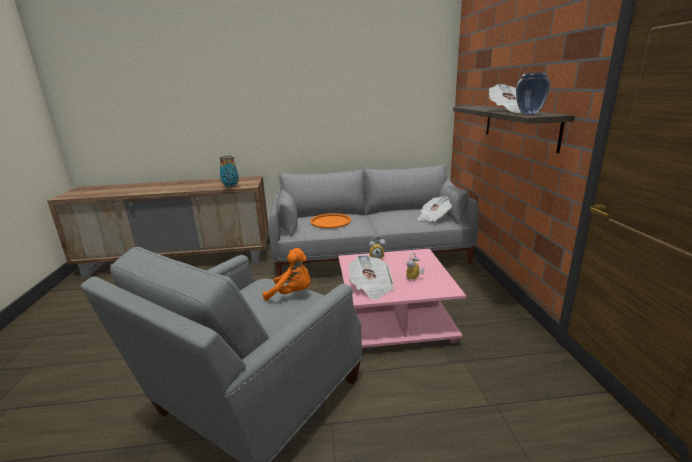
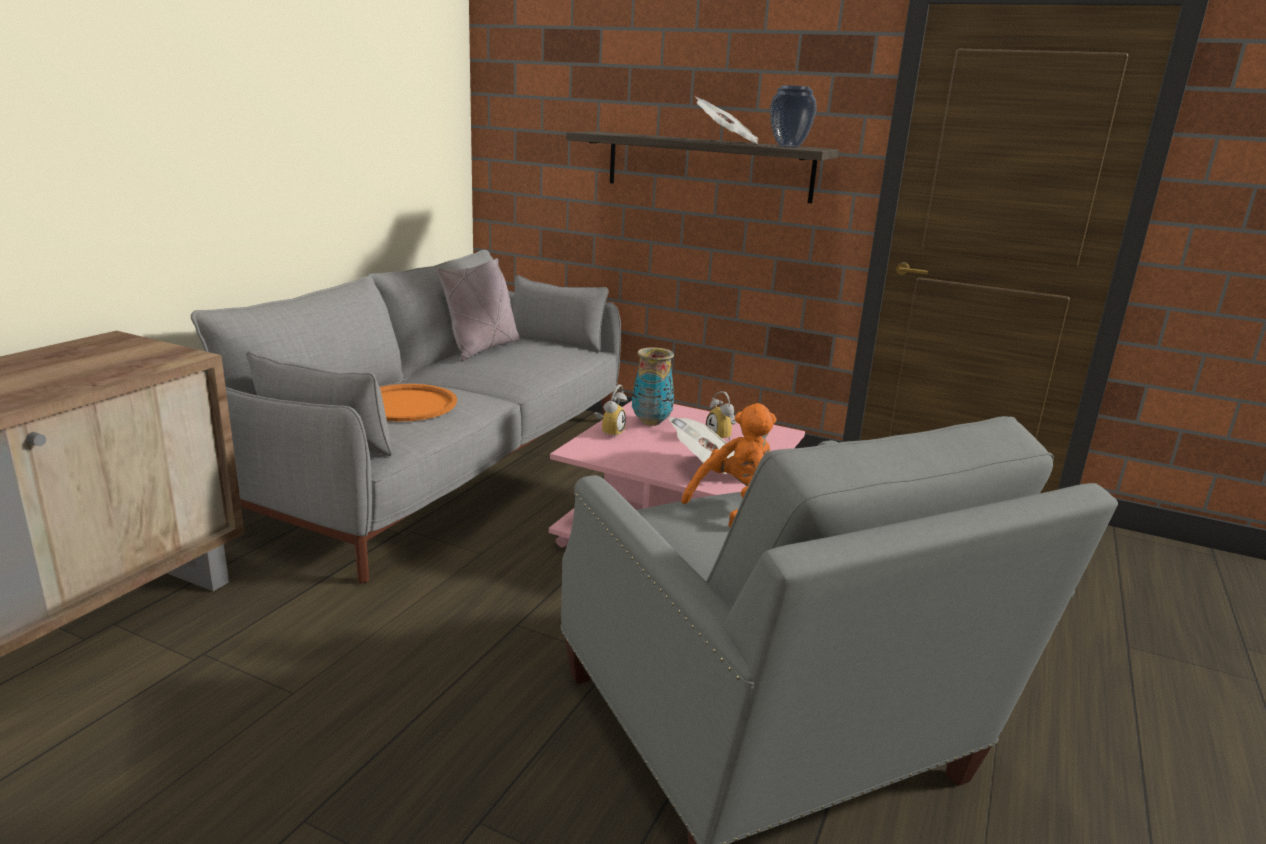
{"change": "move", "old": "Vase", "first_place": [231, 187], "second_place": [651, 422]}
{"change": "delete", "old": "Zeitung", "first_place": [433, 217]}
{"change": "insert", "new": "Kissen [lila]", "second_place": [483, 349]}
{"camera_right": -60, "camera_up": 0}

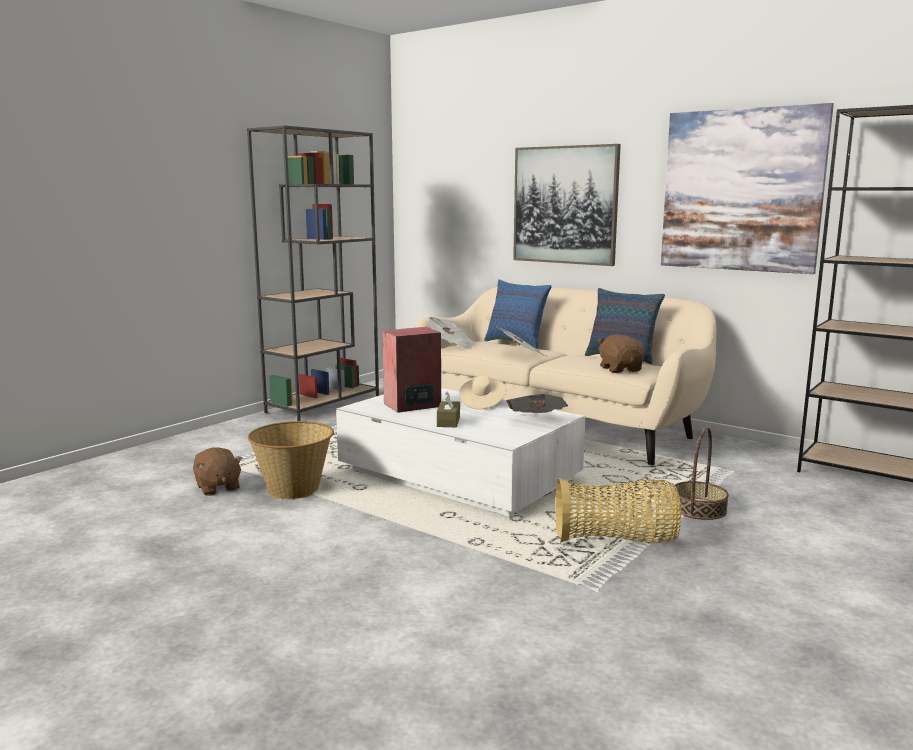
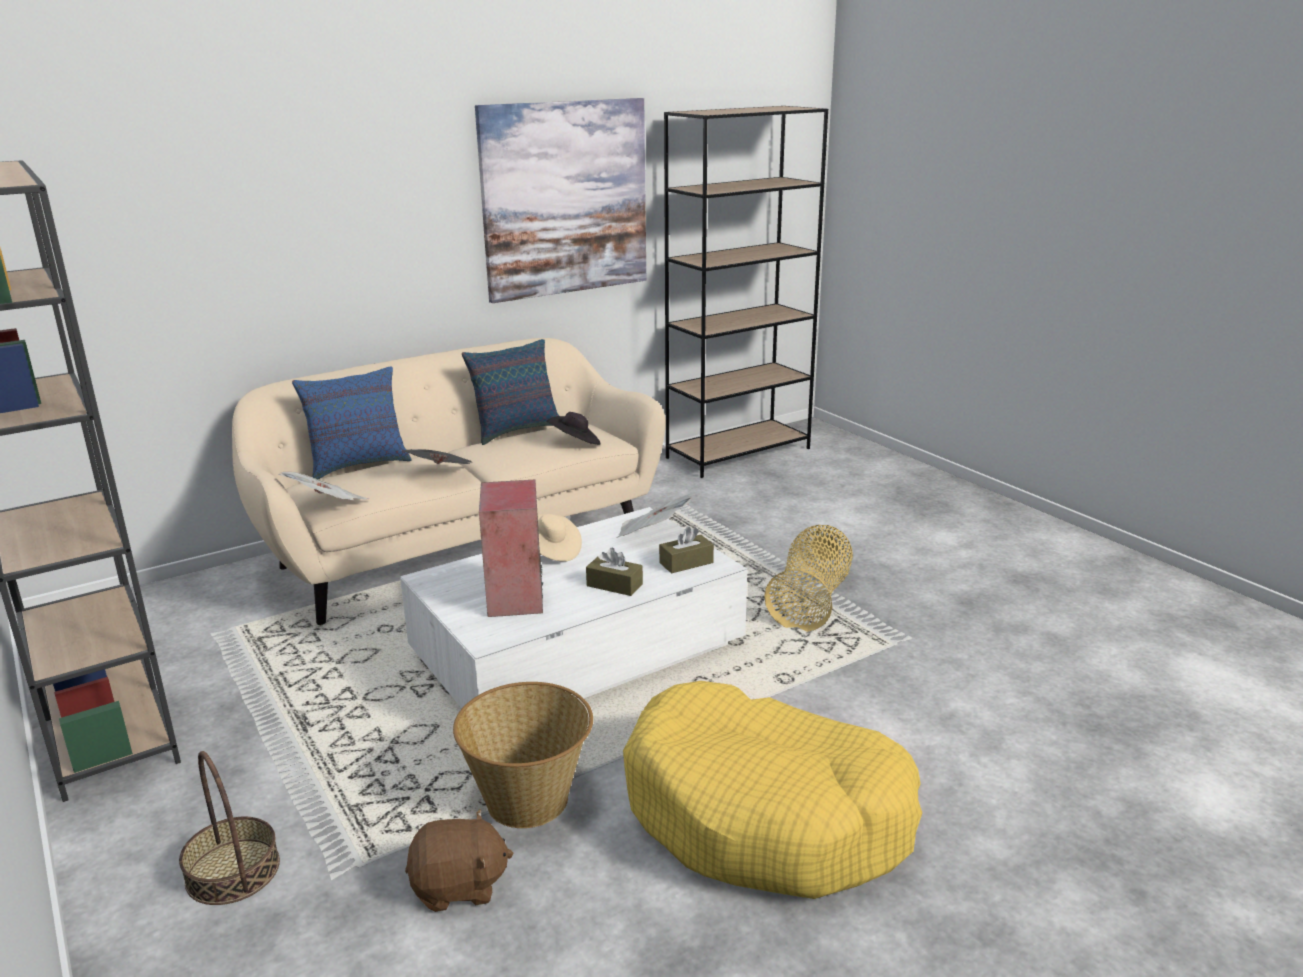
{"change": "delete", "old": "Bild", "first_place": [565, 205]}
{"change": "replace", "old": "Plüschtier [braun]", "new": "Hut [schwarz]", "first_place": [620, 369], "second_place": [575, 443]}
{"change": "move", "old": "Korb", "first_place": [698, 508], "second_place": [232, 871]}
{"change": "insert", "new": "Taschentuchbox [braun]", "second_place": [686, 563]}
{"change": "insert", "new": "Hundebett [gelb]", "second_place": [766, 814]}
{"camera_right": -70, "camera_up": 10}

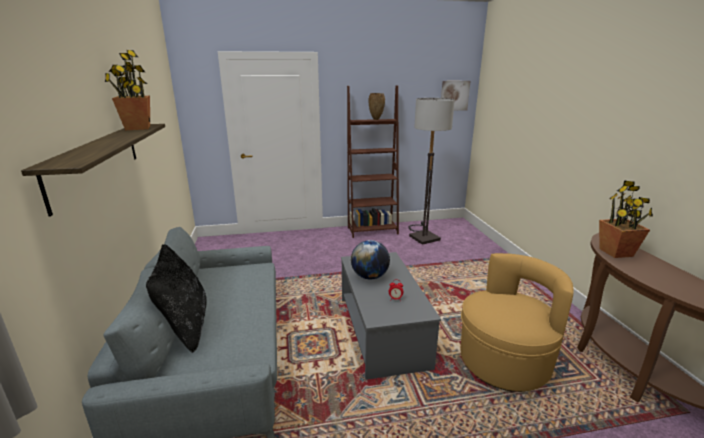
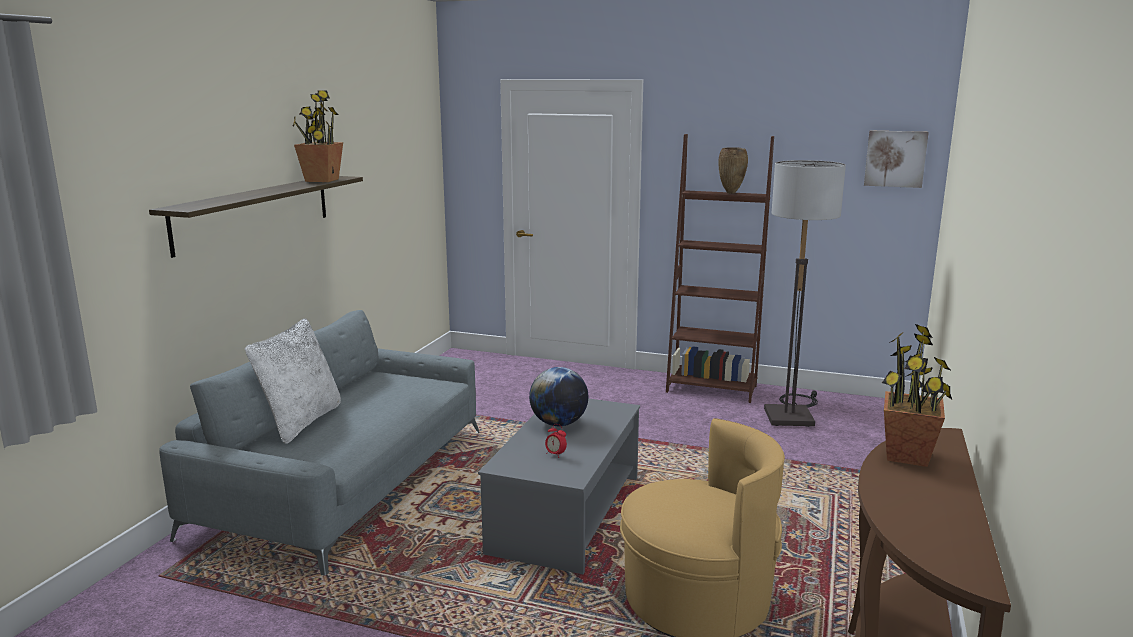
{"change": "recolor", "old": "Kissen [schwarz]", "new": "Kissen [weiß]", "first_place": [186, 328], "second_place": [302, 423]}
{"camera_right": 30, "camera_up": -5}

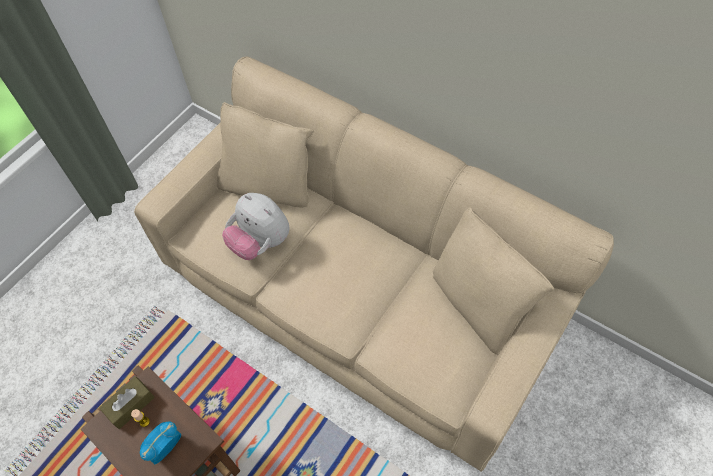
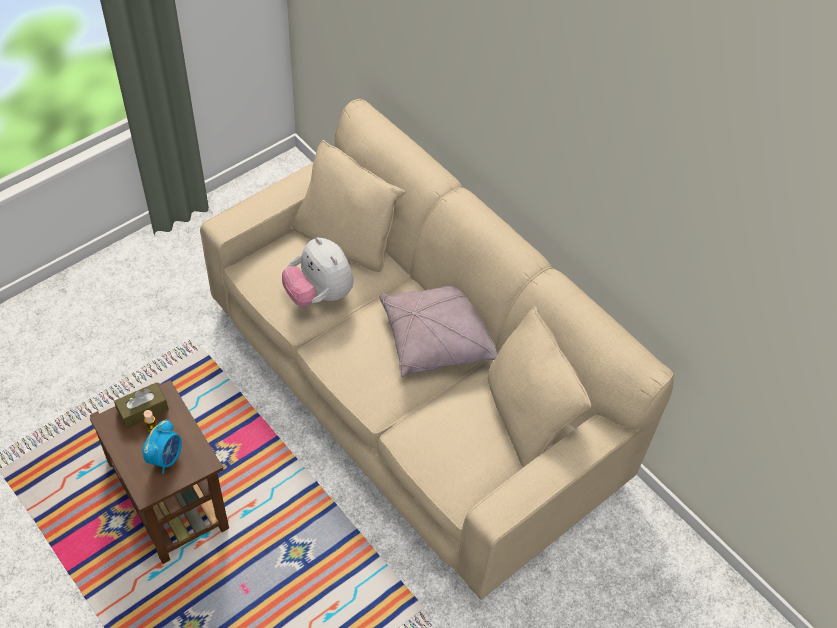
{"change": "rotate", "old": "Wecker", "first_place": [166, 447], "second_place": [166, 458], "degrees": 150}
{"change": "insert", "new": "Kissen [lila]", "second_place": [437, 337]}
{"camera_right": 10, "camera_up": -5}

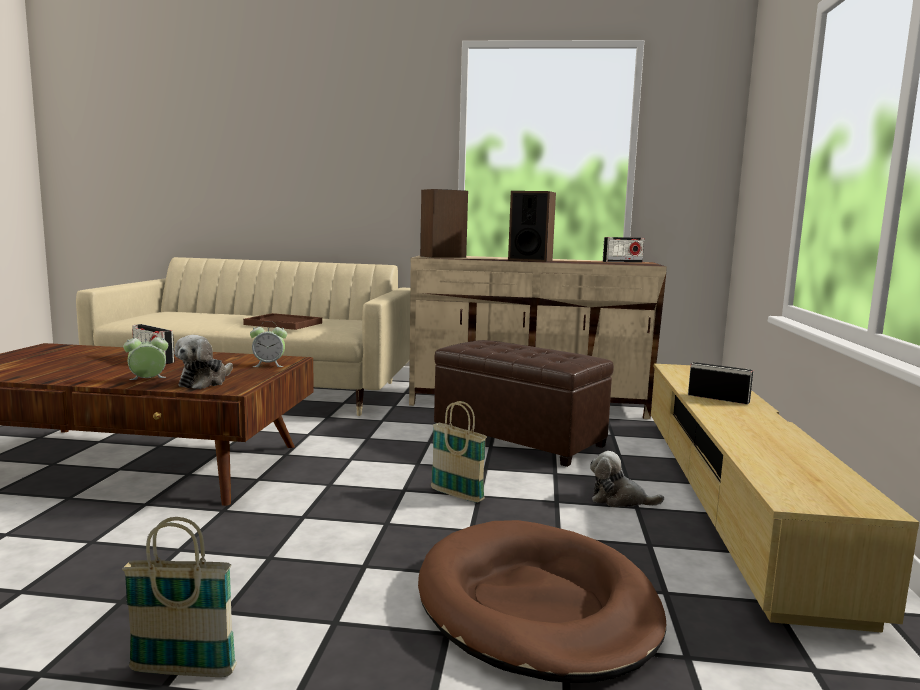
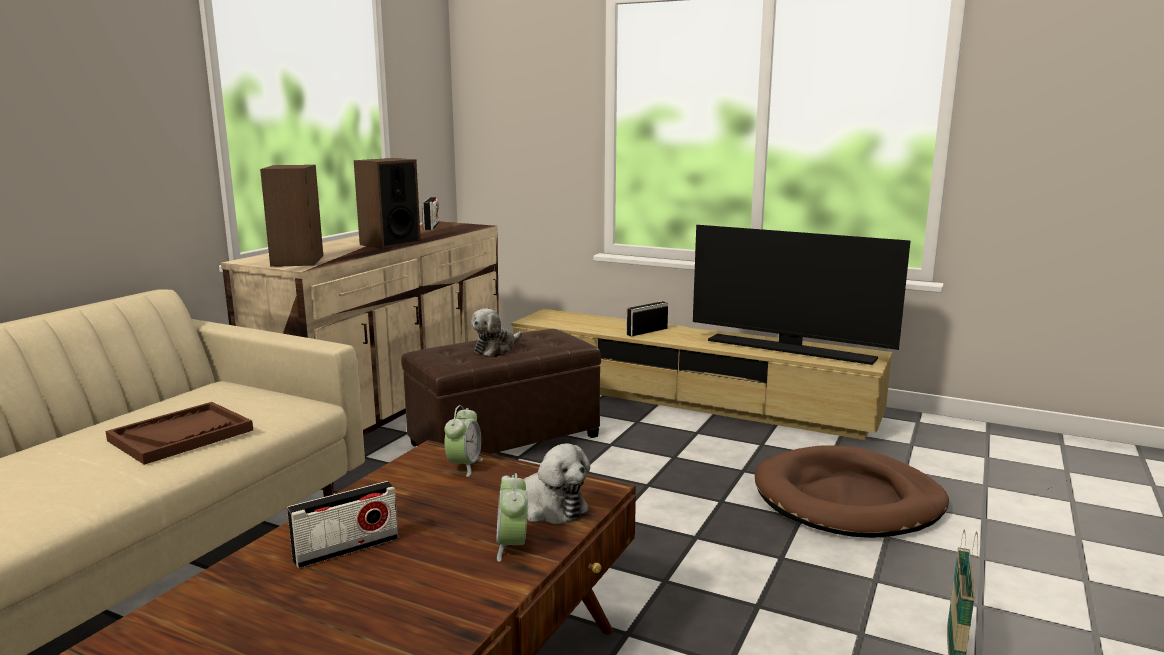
{"change": "delete", "old": "Korb", "first_place": [457, 495]}
{"change": "move", "old": "Plüschtier", "first_place": [619, 500], "second_place": [496, 348]}
{"change": "insert", "new": "Fernseher", "second_place": [791, 349]}
{"camera_right": -70, "camera_up": 5}

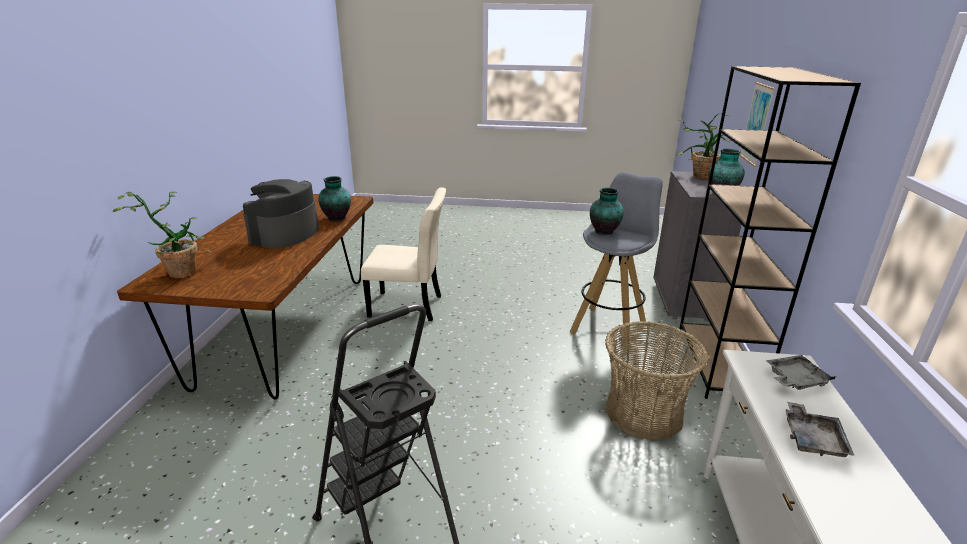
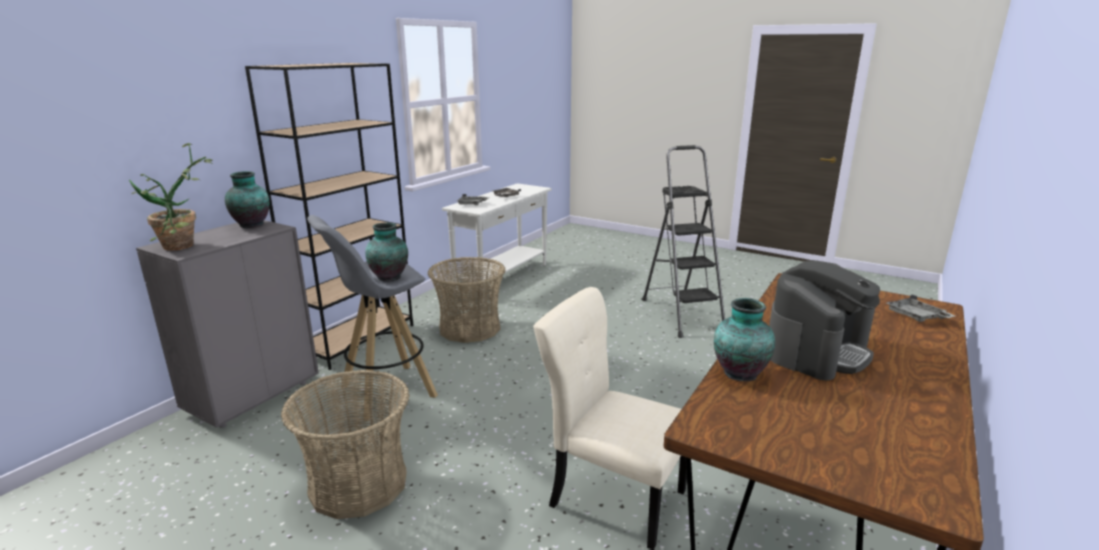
{"change": "delete", "old": "Bild", "first_place": [756, 124]}
{"change": "replace", "old": "Topfpflanze", "new": "Tablett [grau]", "first_place": [181, 270], "second_place": [916, 316]}
{"change": "insert", "new": "Korb", "second_place": [358, 484]}
{"camera_right": -155, "camera_up": -5}

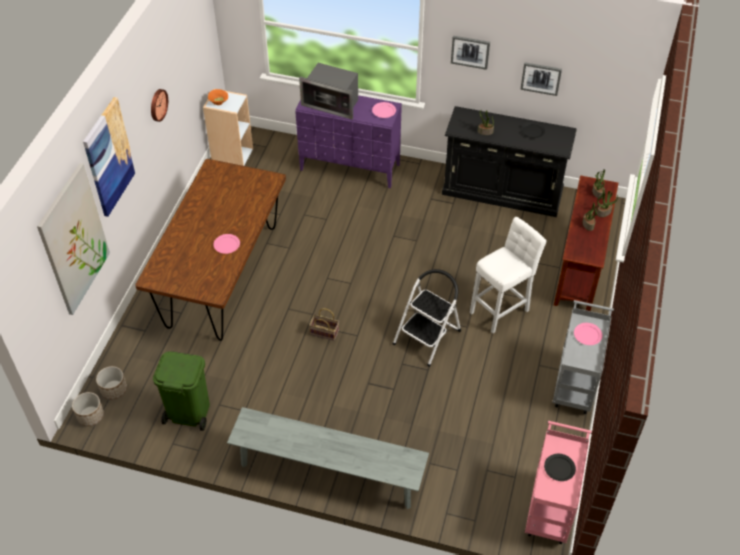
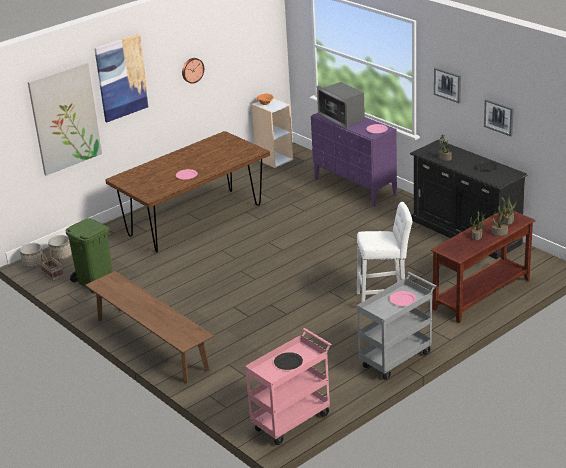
{"change": "delete", "old": "Trittleiter", "first_place": [428, 336]}
{"change": "move", "old": "Korb", "first_place": [323, 332], "second_place": [52, 274]}
{"change": "recolor", "old": "Bank [grau]", "new": "Bank [braun]", "first_place": [329, 472], "second_place": [151, 344]}
{"camera_right": 35, "camera_up": -20}

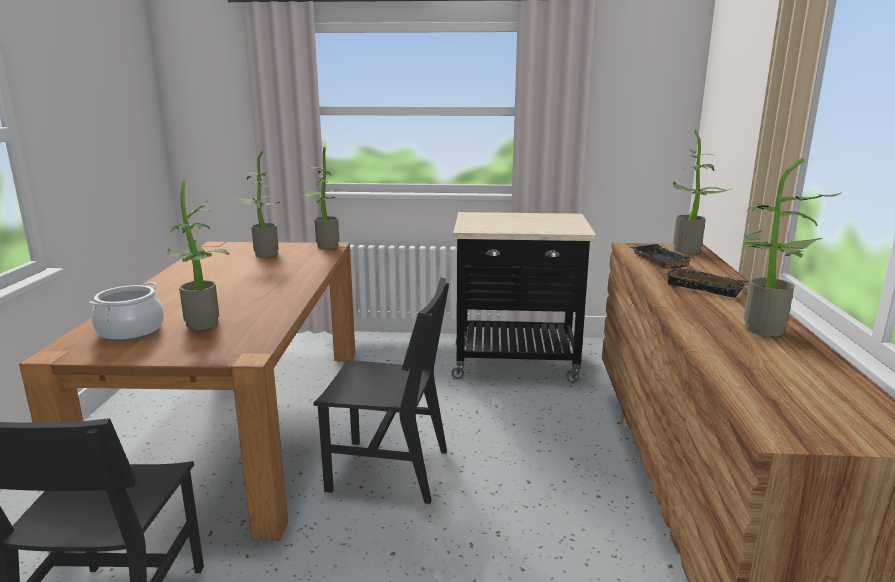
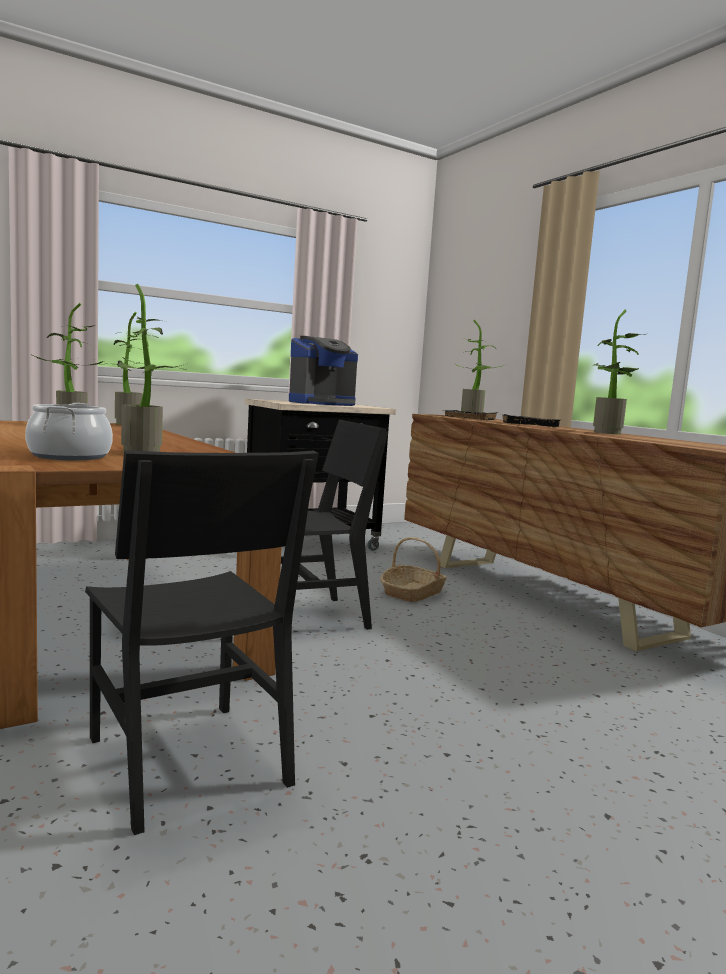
{"change": "insert", "new": "Kaffeemaschine", "second_place": [322, 403]}
{"change": "insert", "new": "Korb", "second_place": [412, 593]}
{"camera_right": -35, "camera_up": -10}

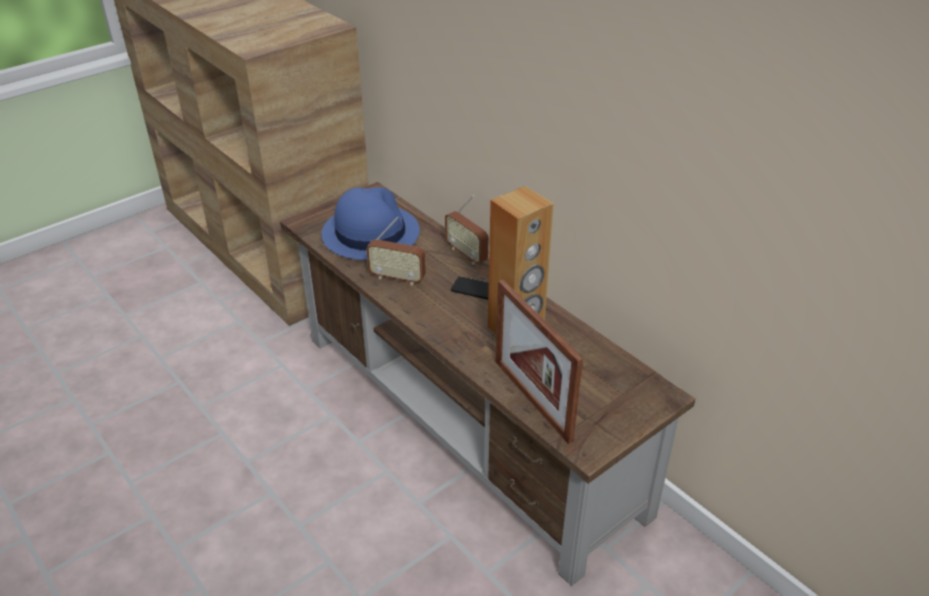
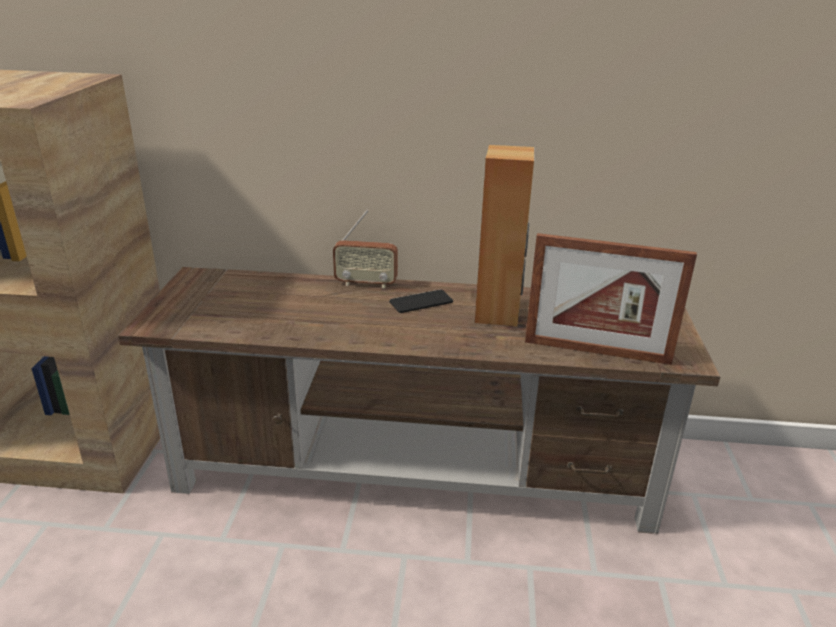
{"change": "delete", "old": "Hut [blau]", "first_place": [370, 233]}
{"change": "delete", "old": "Radio", "first_place": [397, 278]}
{"camera_right": -45, "camera_up": -10}

